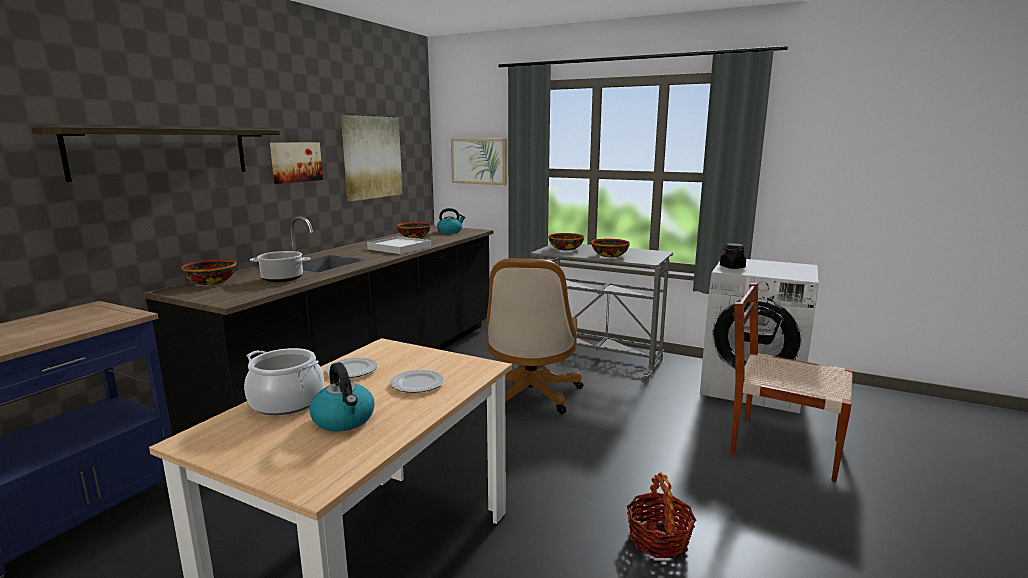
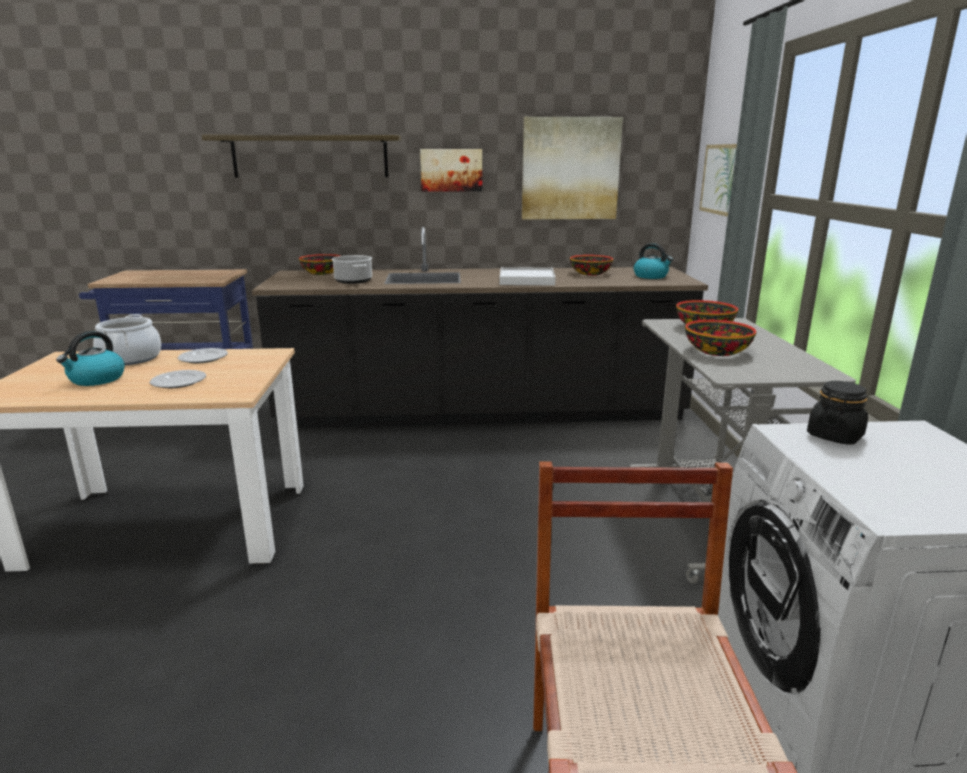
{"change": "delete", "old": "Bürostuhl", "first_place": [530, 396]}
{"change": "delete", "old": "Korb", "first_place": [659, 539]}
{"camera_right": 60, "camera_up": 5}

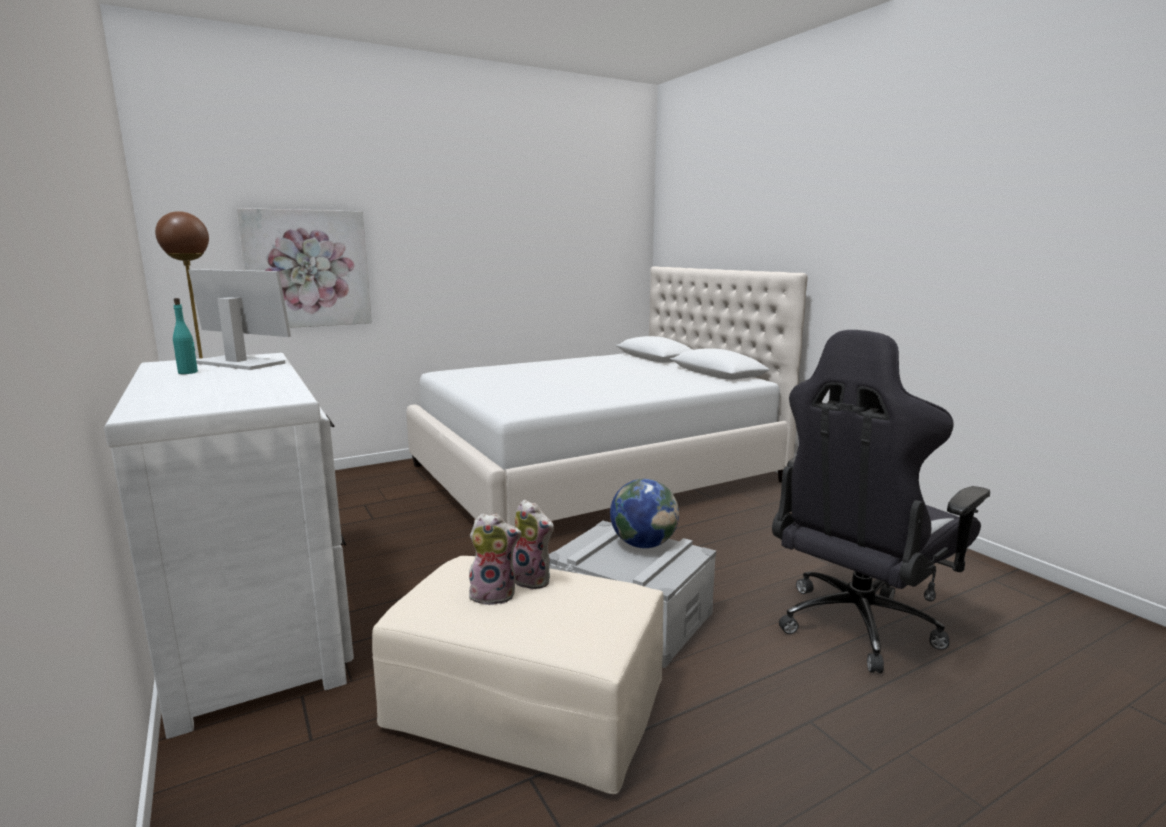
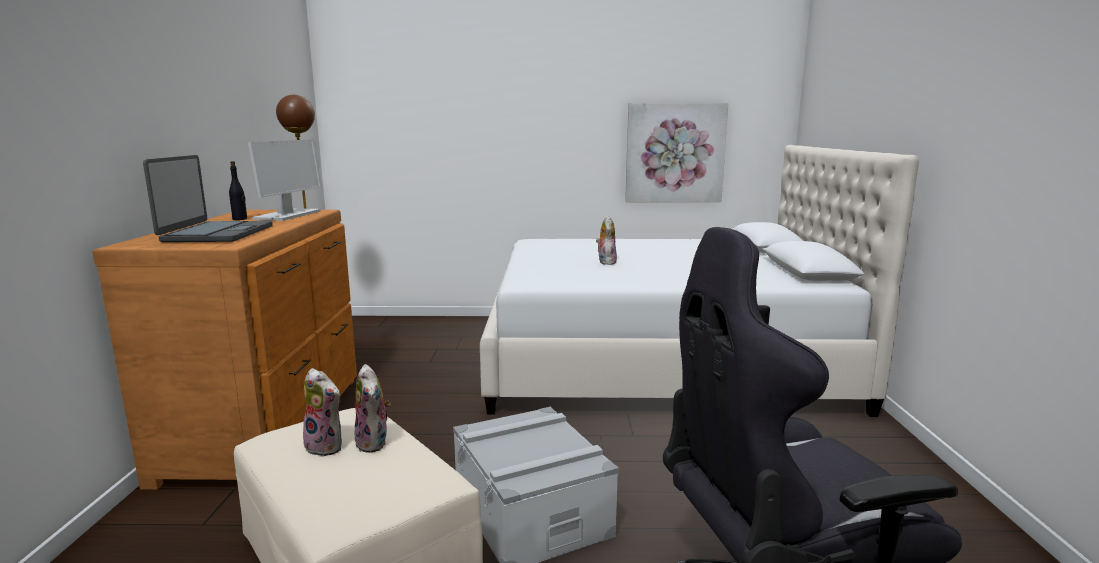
{"change": "move", "old": "Bild", "first_place": [308, 269], "second_place": [675, 153]}
{"change": "rotate", "old": "Monitor", "first_place": [241, 363], "second_place": [288, 215], "degrees": 45}
{"change": "recolor", "old": "Flasche [türkis]", "new": "Flasche [schwarz]", "first_place": [188, 372], "second_place": [240, 219]}
{"change": "recolor", "old": "Kommode [weiß]", "new": "Kommode [braun]", "first_place": [258, 624], "second_place": [270, 425]}
{"change": "delete", "old": "Globus", "first_place": [643, 544]}
{"change": "insert", "new": "Laptop", "second_place": [217, 234]}
{"change": "insert", "new": "Plüschtier", "second_place": [605, 262]}
{"camera_right": 30, "camera_up": 0}

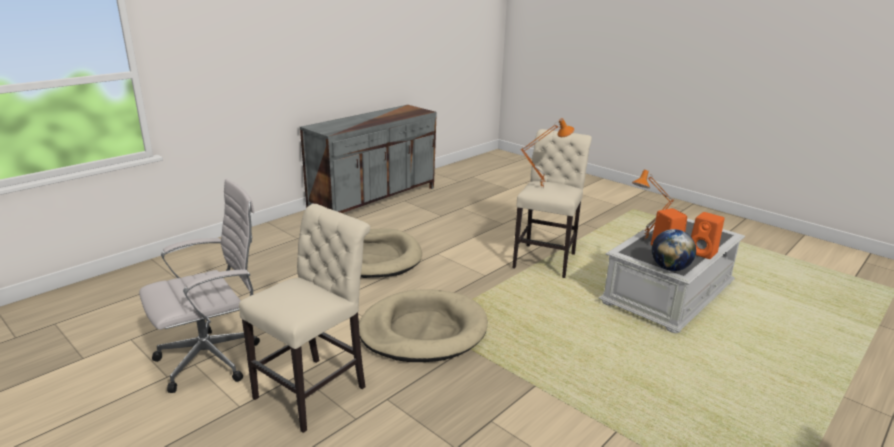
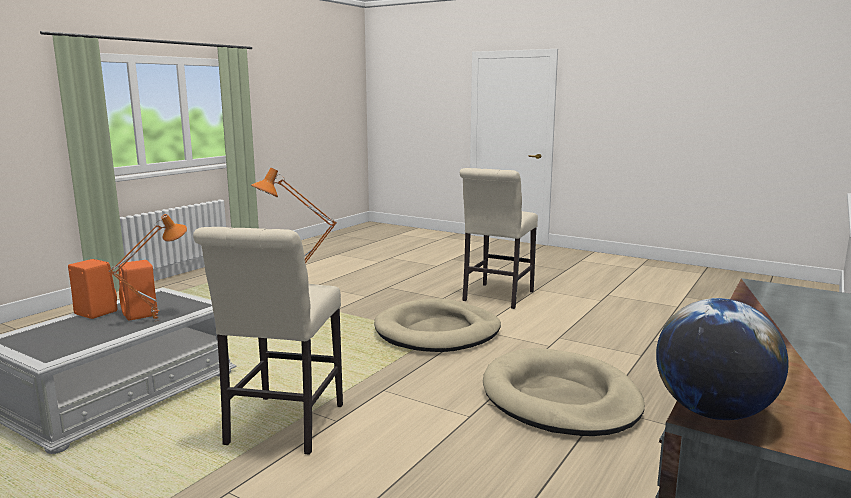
{"change": "delete", "old": "Bürostuhl [weiß]", "first_place": [213, 359]}
{"change": "move", "old": "Globus", "first_place": [669, 268], "second_place": [712, 412]}
{"camera_right": 170, "camera_up": -10}

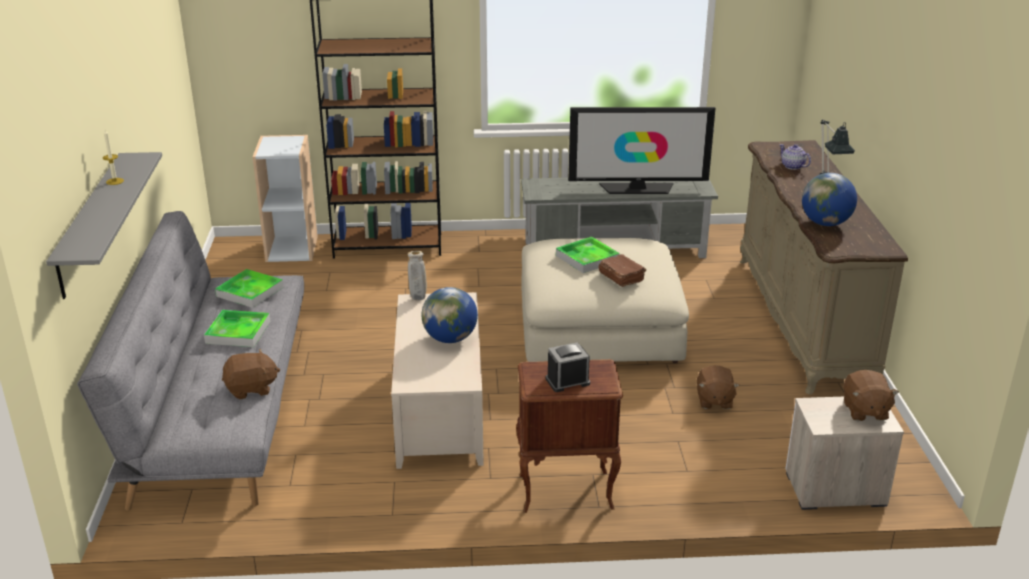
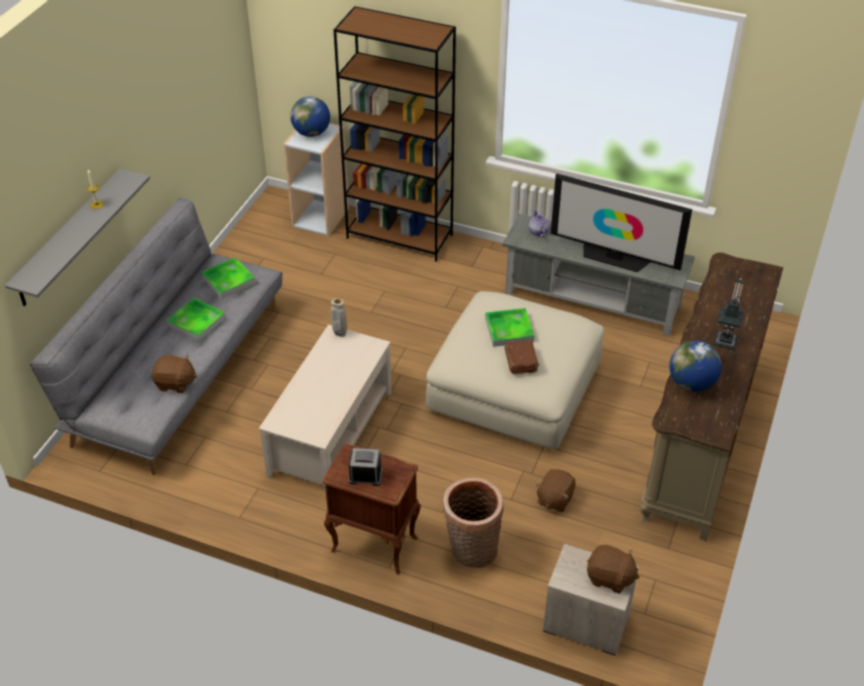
{"change": "move", "old": "Teekanne", "first_place": [792, 166], "second_place": [538, 232]}
{"change": "move", "old": "Globus", "first_place": [450, 338], "second_place": [311, 133]}
{"change": "rotate", "old": "Plüschtier [braun]", "first_place": [864, 411], "second_place": [610, 578], "degrees": -90}
{"change": "insert", "new": "Korb", "second_place": [471, 551]}
{"camera_right": 25, "camera_up": 15}

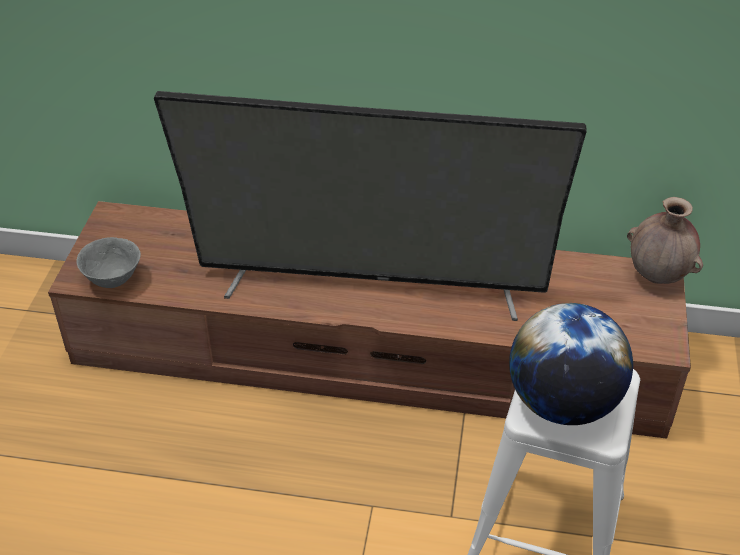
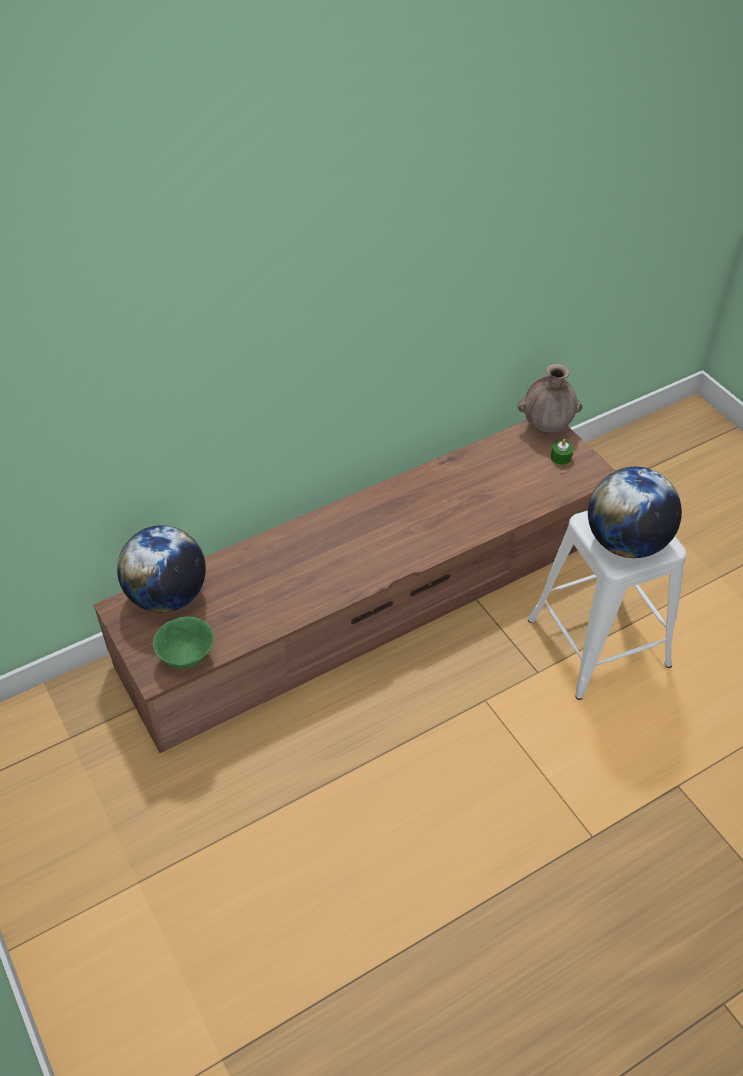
{"change": "delete", "old": "Fernseher", "first_place": [371, 285]}
{"change": "recolor", "old": "Schüssel [grau]", "new": "Schüssel [grün]", "first_place": [113, 280], "second_place": [187, 657]}
{"change": "insert", "new": "Kerze [grün]", "second_place": [561, 457]}
{"change": "insert", "new": "Globus", "second_place": [167, 596]}
{"camera_right": -40, "camera_up": 5}

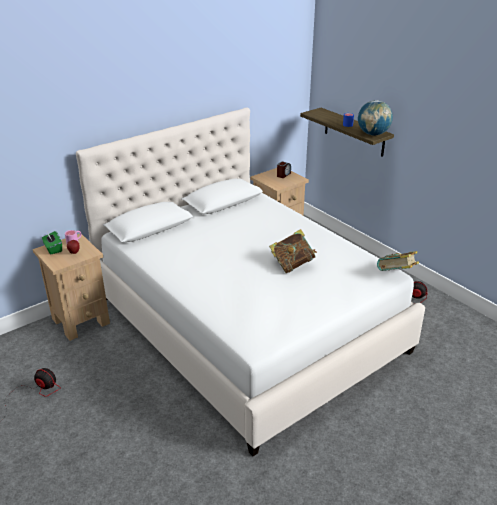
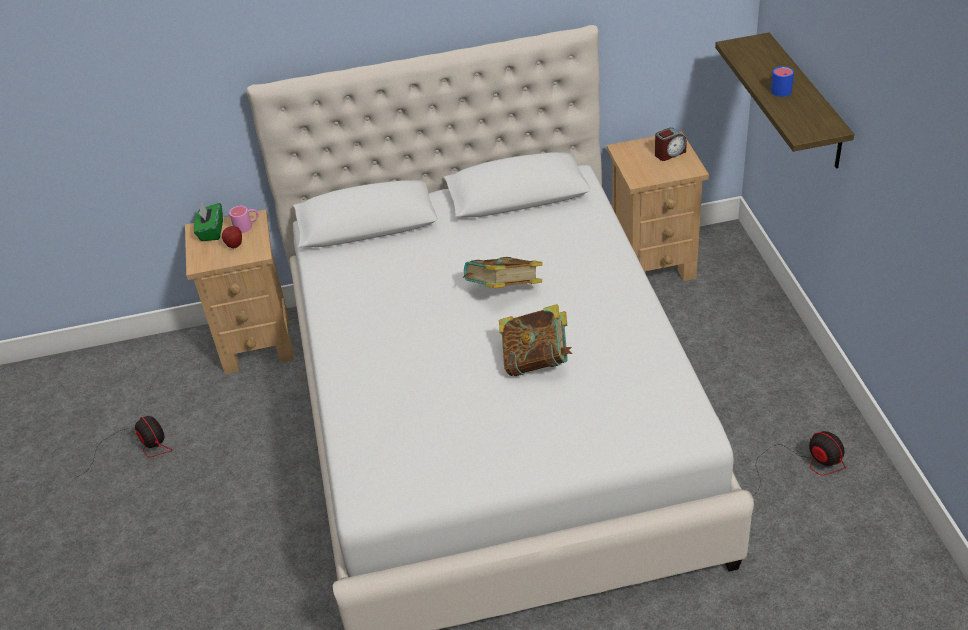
{"change": "delete", "old": "Globus", "first_place": [373, 134]}
{"change": "move", "old": "Buch", "first_place": [396, 275], "second_place": [503, 292]}
{"camera_right": 30, "camera_up": 10}

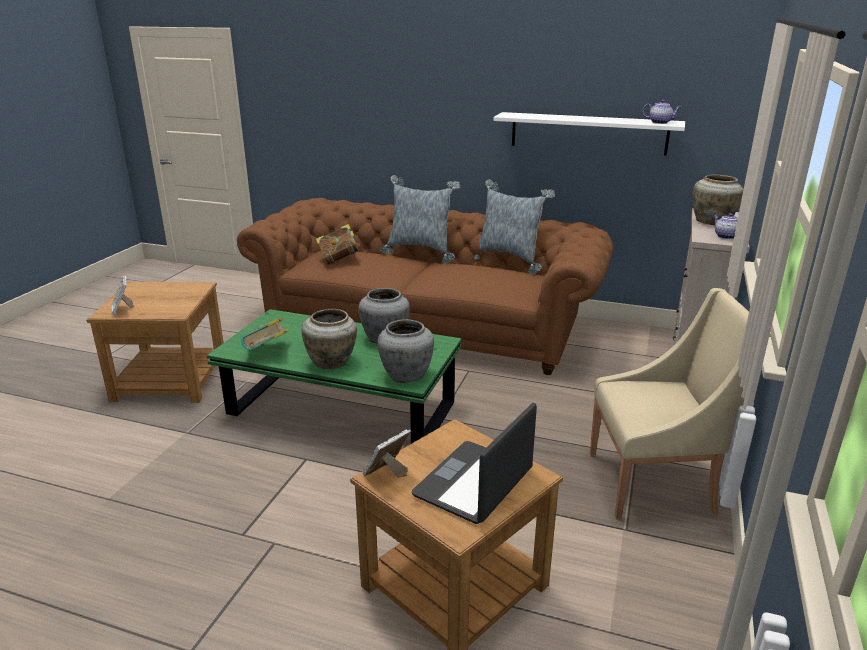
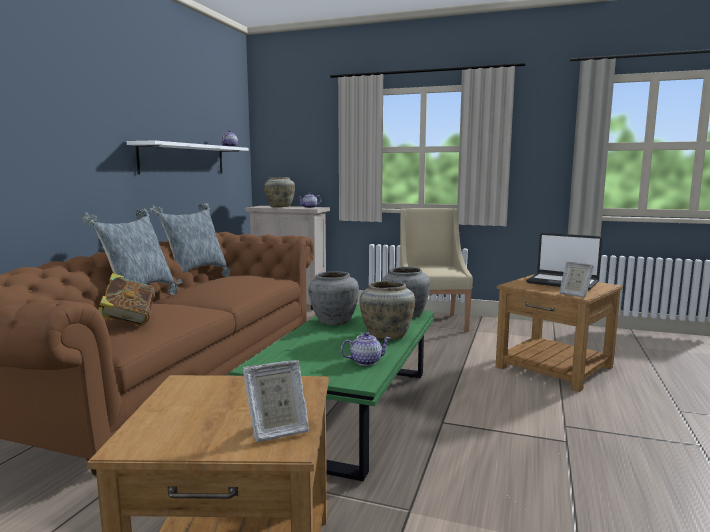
{"change": "replace", "old": "Buch", "new": "Teekanne", "first_place": [267, 352], "second_place": [366, 361]}
{"camera_right": -90, "camera_up": -15}

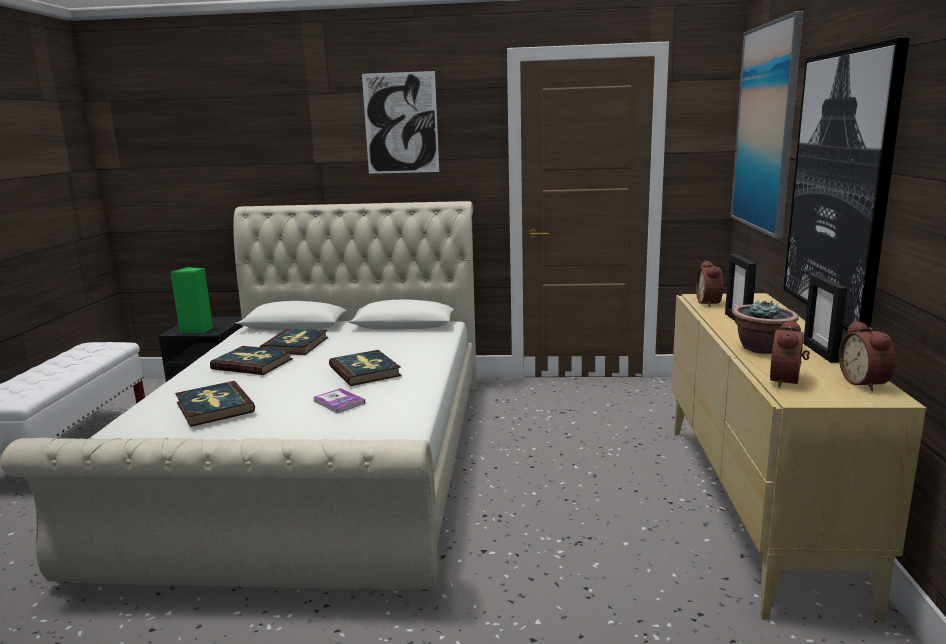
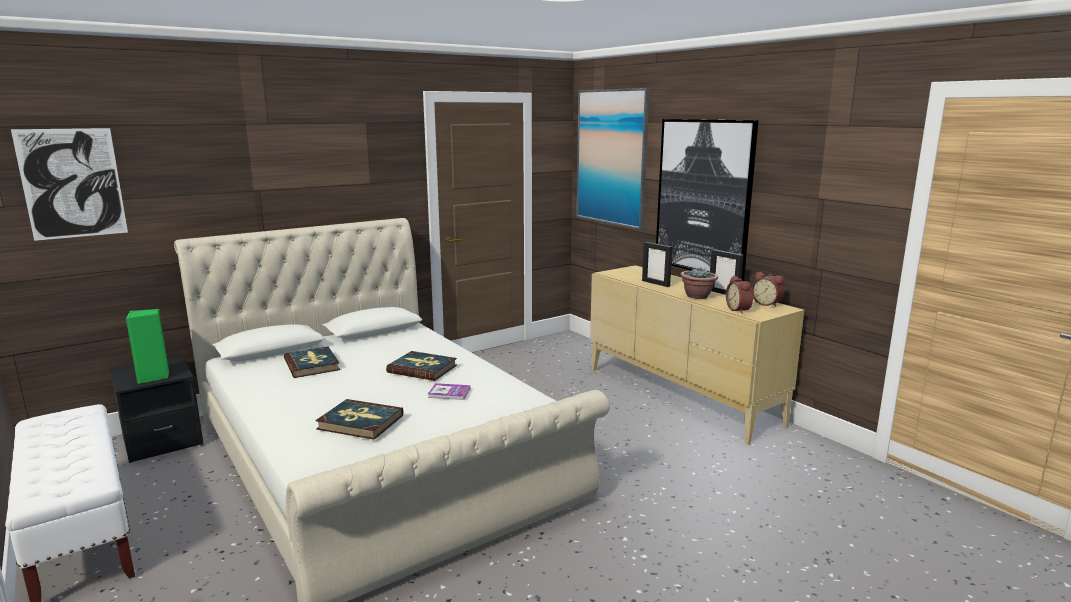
{"change": "move", "old": "Bild", "first_place": [401, 123], "second_place": [72, 183]}
{"change": "delete", "old": "Wecker", "first_place": [710, 303]}
{"change": "delete", "old": "Buch", "first_place": [253, 364]}
{"camera_right": -40, "camera_up": 0}

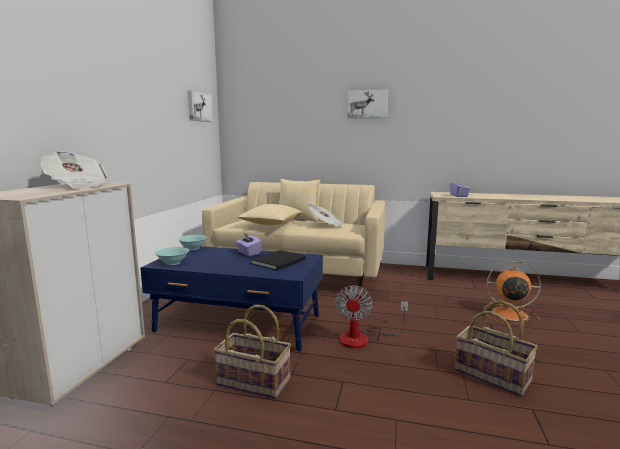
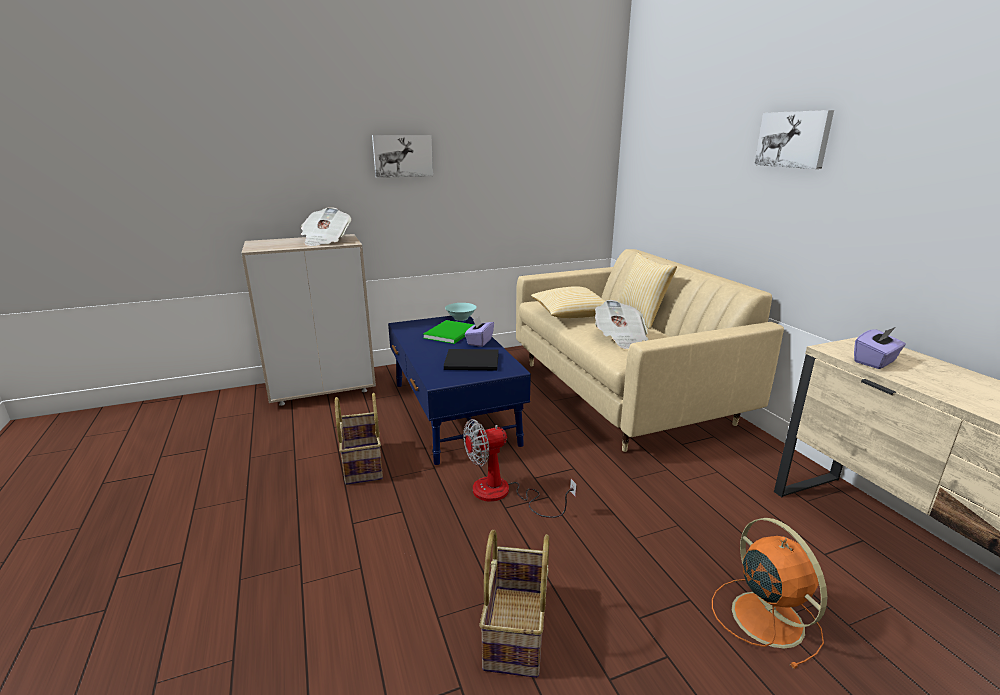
{"change": "move", "old": "Bild", "first_place": [199, 107], "second_place": [402, 156]}
{"change": "delete", "old": "Schüssel [türkis]", "first_place": [173, 262]}
{"change": "insert", "new": "Buch [grün]", "second_place": [452, 333]}
{"camera_right": 55, "camera_up": 10}

